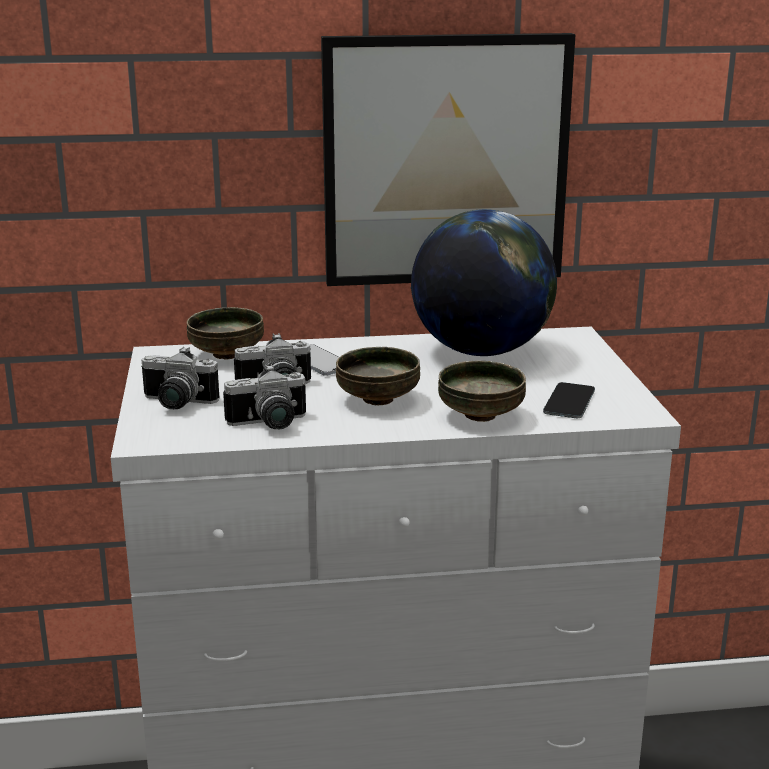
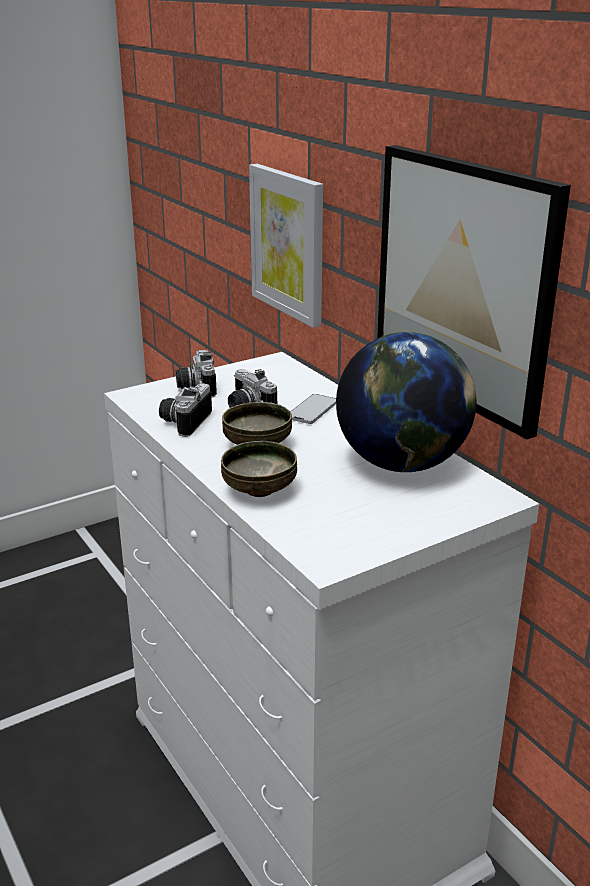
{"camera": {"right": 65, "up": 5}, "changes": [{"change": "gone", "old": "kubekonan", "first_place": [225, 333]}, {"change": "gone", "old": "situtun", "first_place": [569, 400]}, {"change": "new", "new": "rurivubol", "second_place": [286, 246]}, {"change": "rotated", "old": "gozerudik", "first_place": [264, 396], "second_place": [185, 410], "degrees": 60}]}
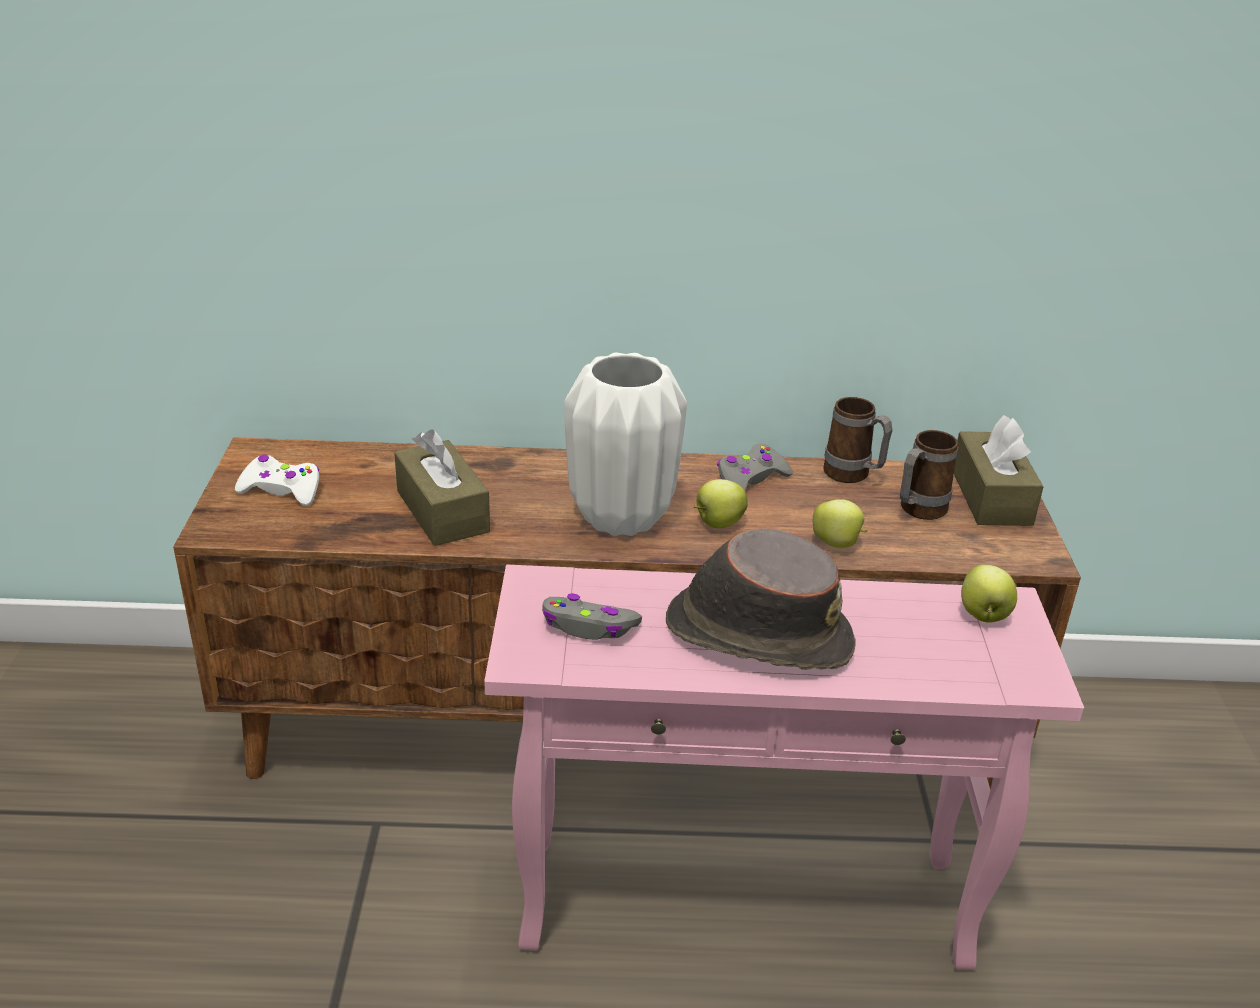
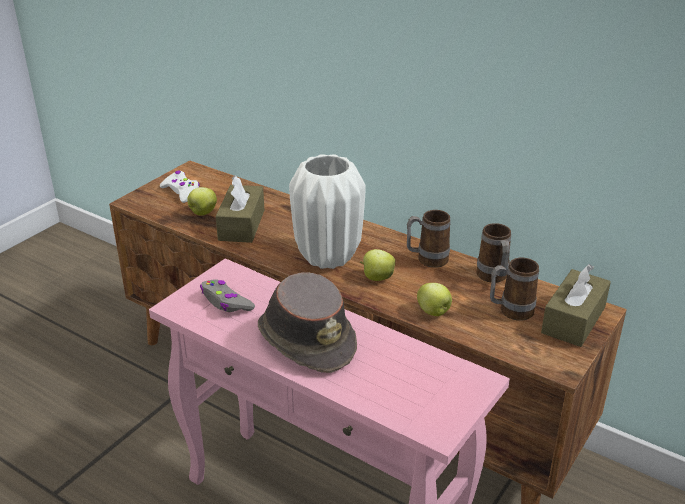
{"camera": {"right": 35, "up": 0}, "changes": [{"change": "shifted", "old": "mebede", "first_place": [989, 594], "second_place": [202, 201]}, {"change": "swapped", "old": "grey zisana", "new": "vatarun", "first_place": [755, 467], "second_place": [429, 239]}]}
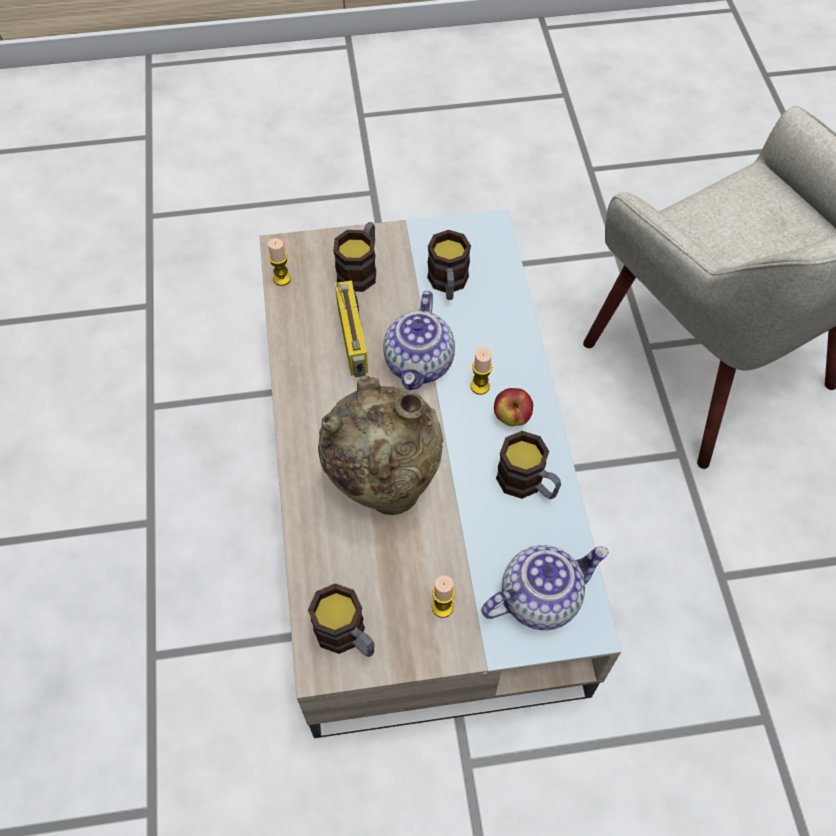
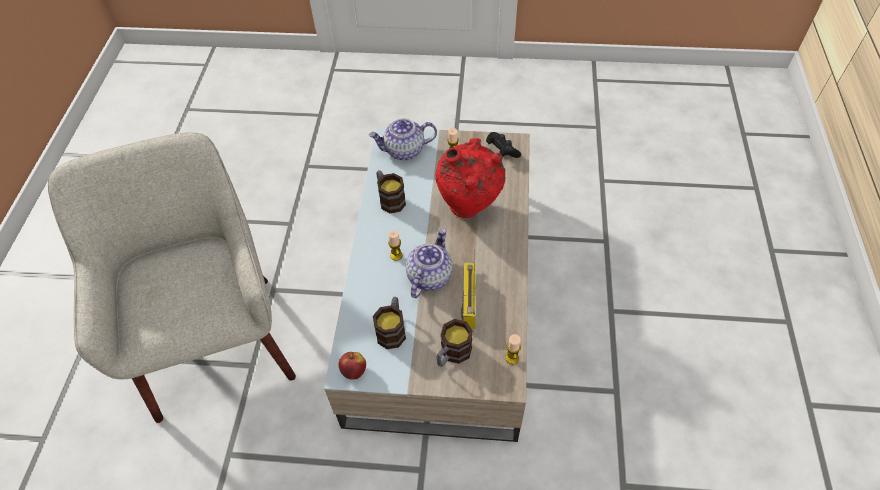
{"camera": {"right": -165, "up": -5}, "changes": [{"change": "shifted", "old": "mebede", "first_place": [513, 407], "second_place": [352, 366]}, {"change": "swapped", "old": "vatarun", "new": "black zisana", "first_place": [341, 620], "second_place": [503, 145]}, {"change": "repainted", "old": "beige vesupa", "new": "red vesupa", "first_place": [380, 445], "second_place": [470, 178]}]}
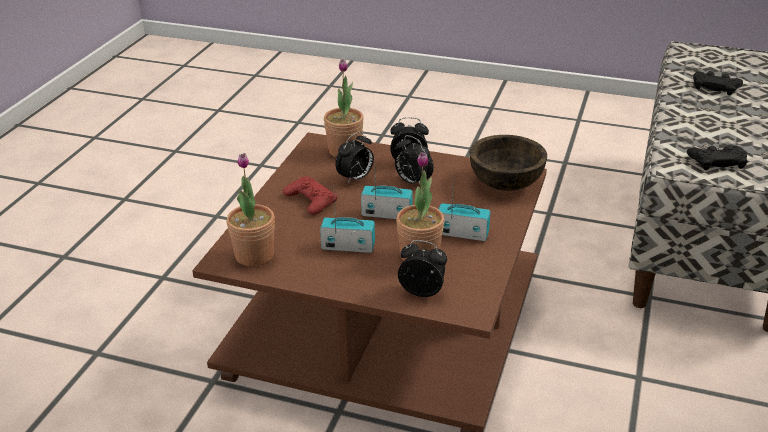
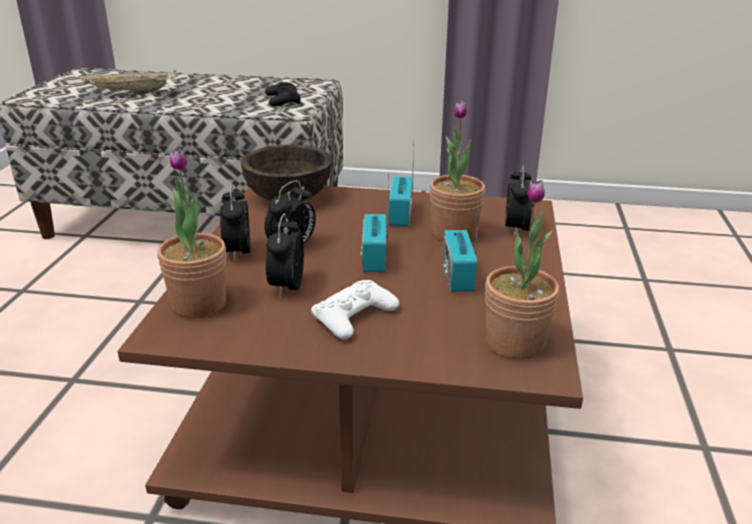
{"camera": {"right": -100, "up": -5}, "changes": [{"change": "swapped", "old": "black zisana", "new": "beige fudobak", "first_place": [718, 83], "second_place": [129, 82]}, {"change": "repainted", "old": "red zisana", "new": "white zisana", "first_place": [310, 195], "second_place": [355, 309]}, {"change": "rotated", "old": "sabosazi", "first_place": [354, 158], "second_place": [285, 255], "degrees": -120}]}
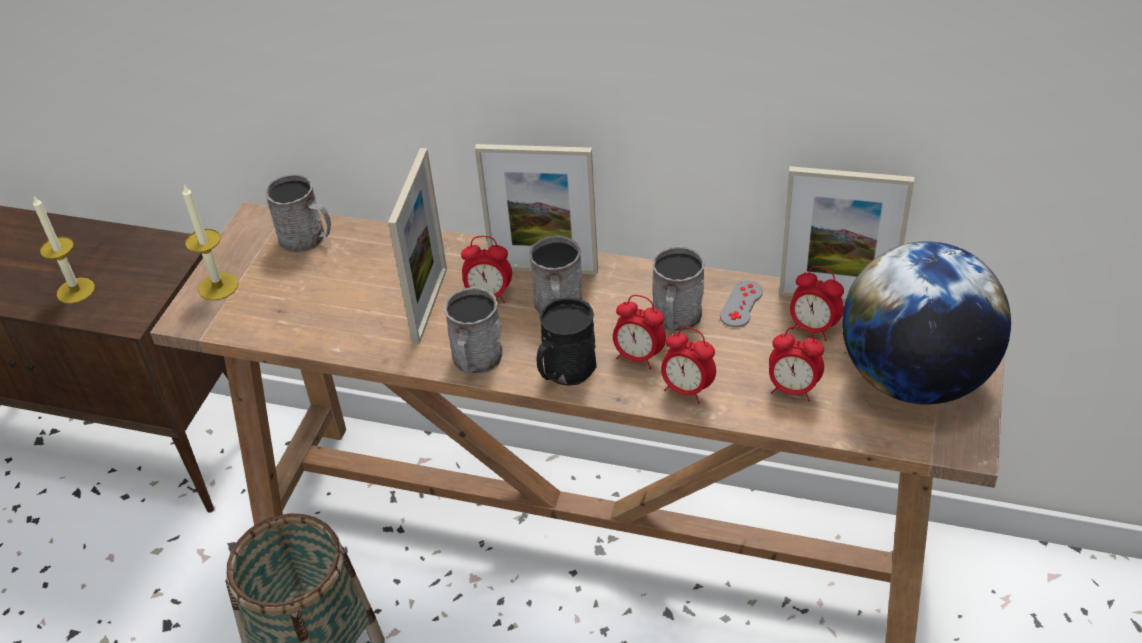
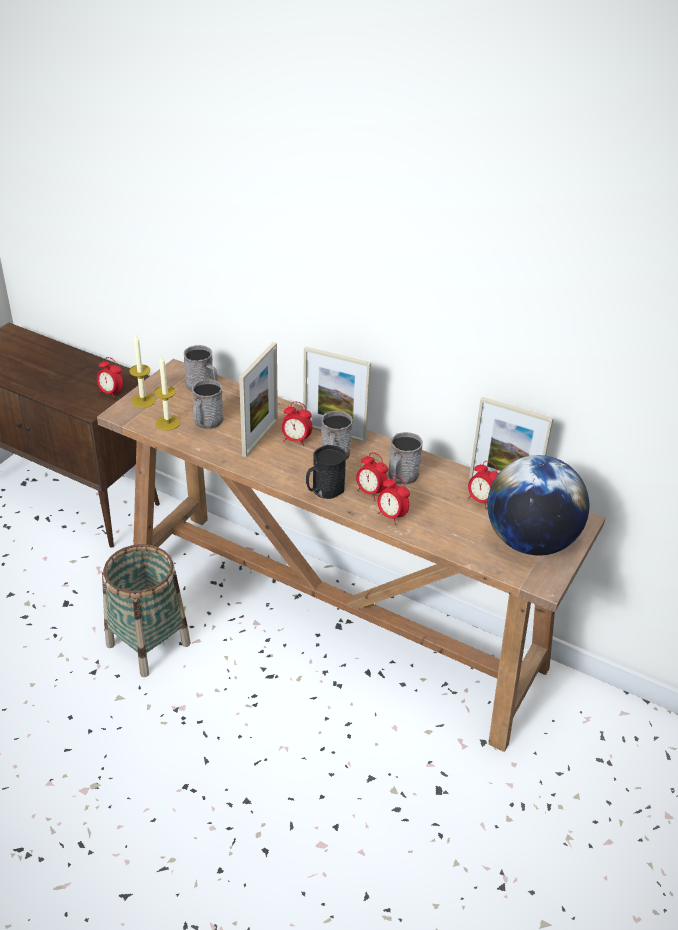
{"camera": {"right": 10, "up": -5}, "changes": [{"change": "gone", "old": "grey zisana", "first_place": [741, 304]}, {"change": "shifted", "old": "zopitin", "first_place": [64, 249], "second_place": [167, 393]}, {"change": "shifted", "old": "grey vatarun", "first_place": [473, 330], "second_place": [208, 405]}, {"change": "shifted", "old": "sabosazi", "first_place": [796, 363], "second_place": [110, 378]}]}
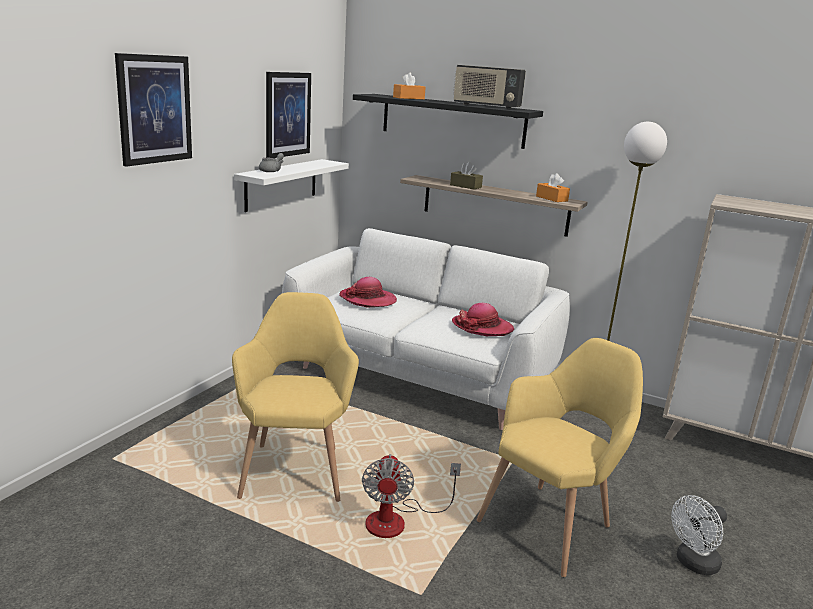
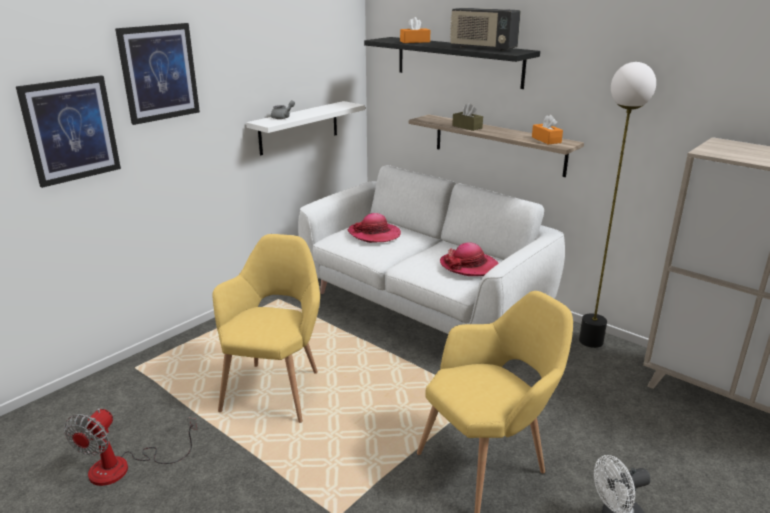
{"camera": {"right": 15, "up": 5}, "changes": [{"change": "shifted", "old": "rurivubol", "first_place": [288, 115], "second_place": [68, 131]}, {"change": "shifted", "old": "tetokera", "first_place": [411, 496], "second_place": [130, 447]}]}
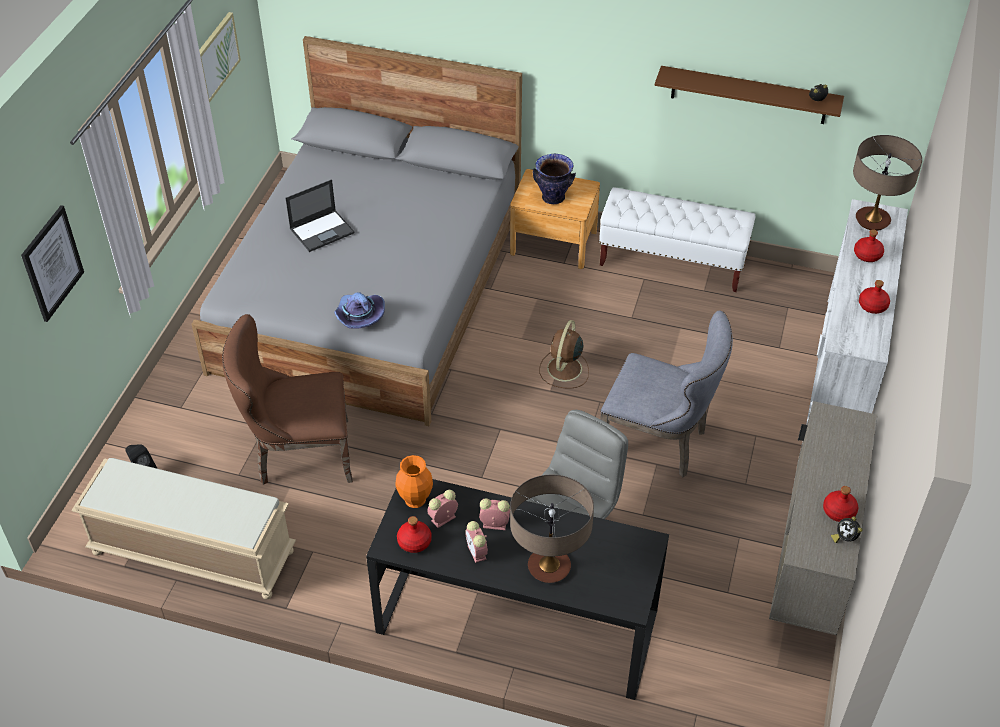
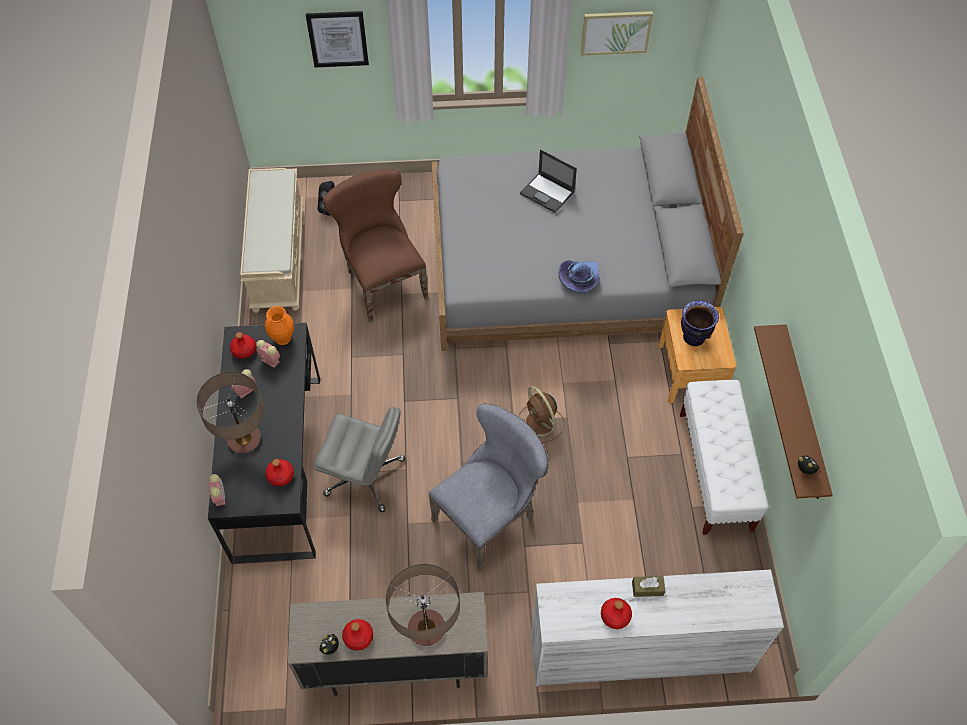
{"camera": {"right": 70, "up": 10}, "changes": [{"change": "new", "new": "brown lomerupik", "second_place": [648, 586]}, {"change": "shifted", "old": "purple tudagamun", "first_place": [359, 310], "second_place": [579, 276]}, {"change": "shifted", "old": "sabosazi", "first_place": [494, 514], "second_place": [216, 490]}, {"change": "shifted", "old": "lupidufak", "first_place": [887, 183], "second_place": [423, 605]}, {"change": "shifted", "old": "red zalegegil", "first_place": [869, 245], "second_place": [279, 472]}, {"change": "rotated", "old": "brown tetokera", "first_place": [564, 354], "second_place": [542, 414], "degrees": -120}, {"change": "rotated", "old": "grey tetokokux", "first_place": [666, 394], "second_place": [488, 487], "degrees": -135}]}
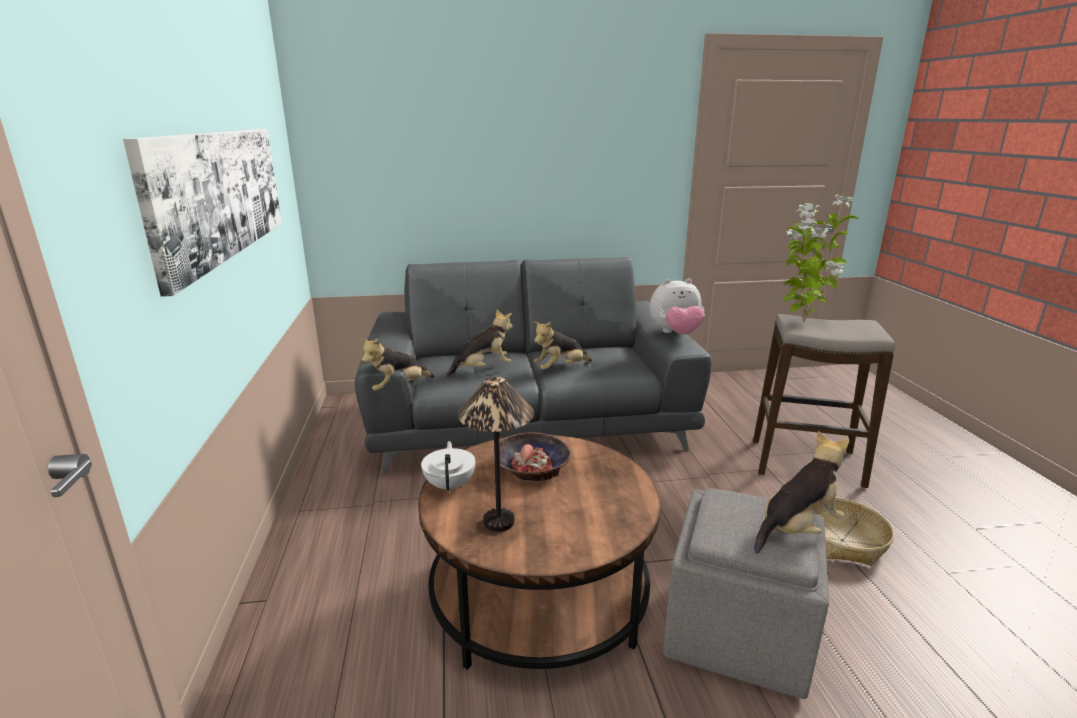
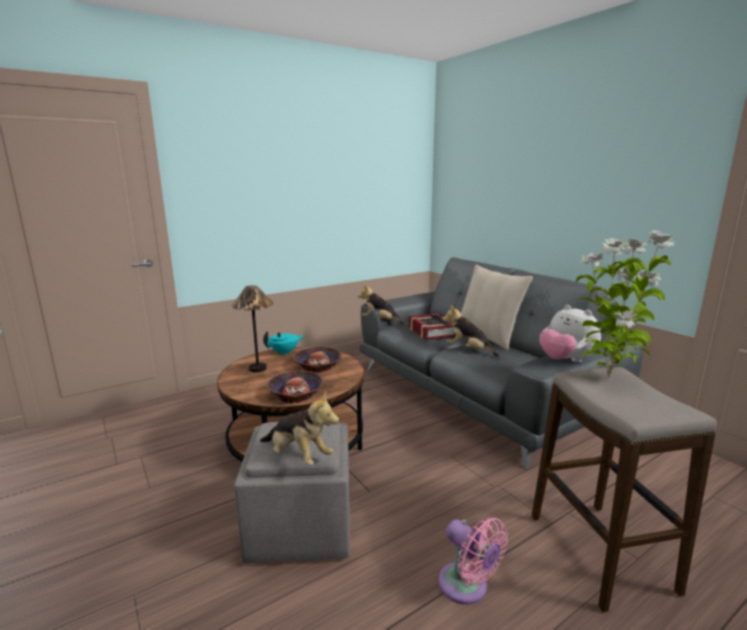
{"camera": {"right": 65, "up": -5}, "changes": [{"change": "gone", "old": "rurivubol", "first_place": [202, 213]}, {"change": "new", "new": "kubekonan", "second_place": [295, 387]}, {"change": "new", "new": "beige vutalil", "second_place": [497, 307]}, {"change": "swapped", "old": "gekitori", "new": "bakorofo", "first_place": [479, 343], "second_place": [432, 326]}, {"change": "swapped", "old": "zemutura", "new": "pink tetokera", "first_place": [852, 531], "second_place": [473, 561]}, {"change": "repainted", "old": "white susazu", "new": "turquoise susazu", "first_place": [448, 467], "second_place": [284, 343]}]}
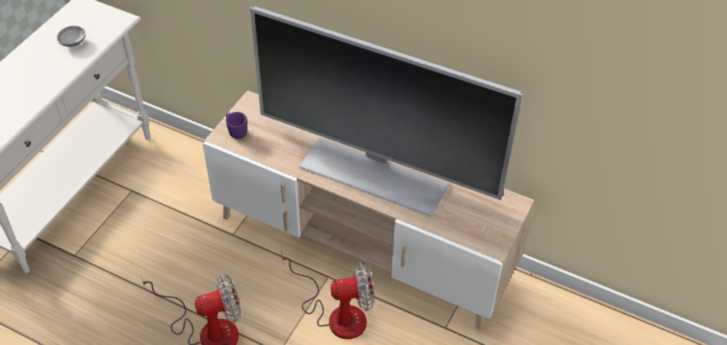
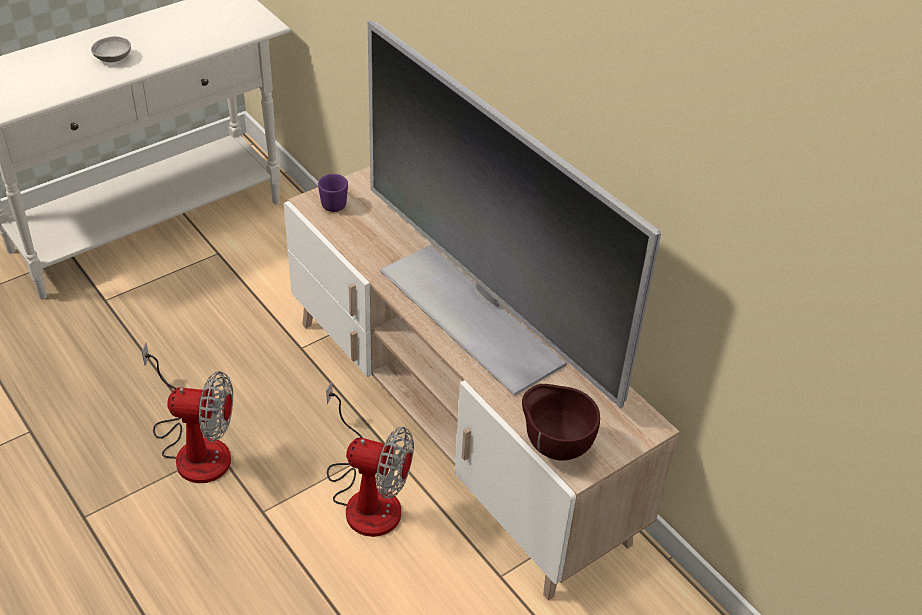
{"camera": {"right": 25, "up": -5}, "changes": [{"change": "new", "new": "brown kubekonan", "second_place": [561, 422]}, {"change": "shifted", "old": "grey kubekonan", "first_place": [71, 36], "second_place": [111, 49]}]}
